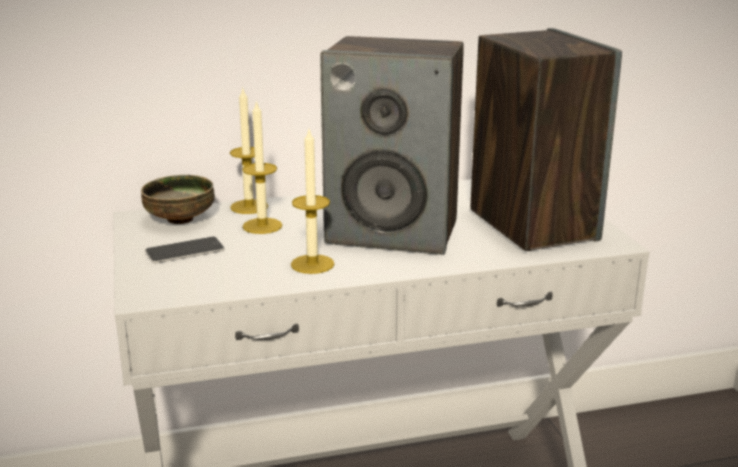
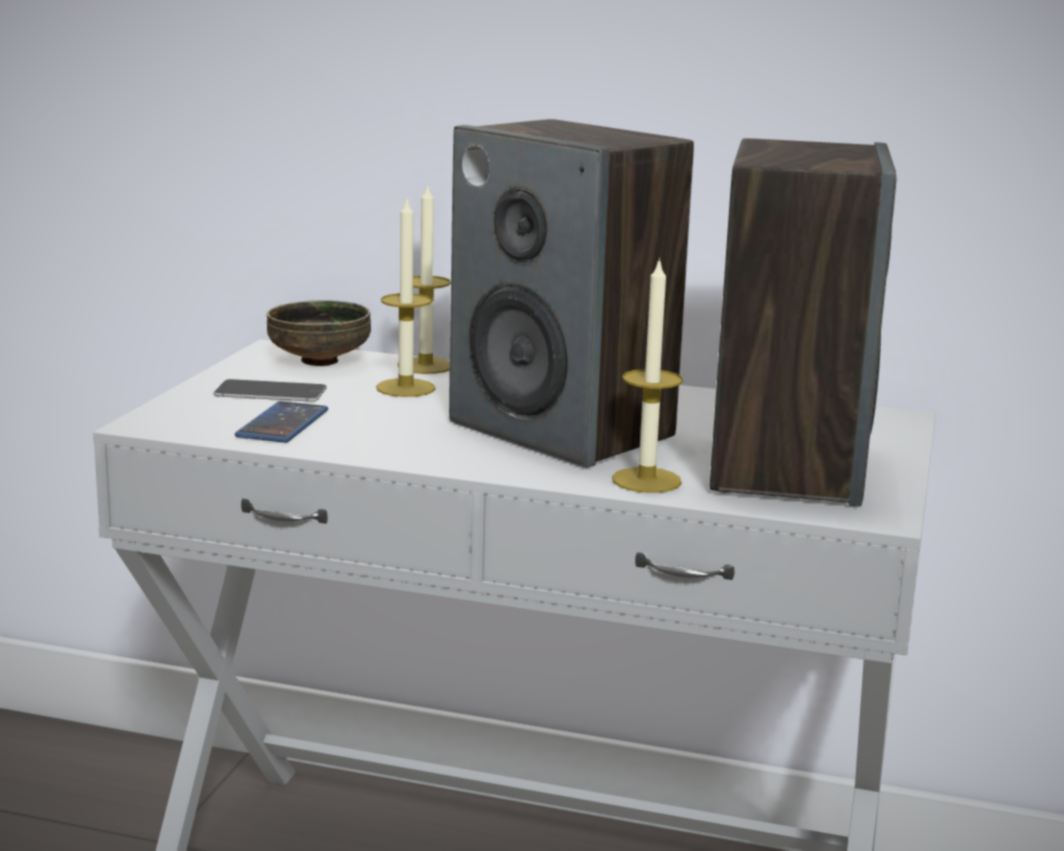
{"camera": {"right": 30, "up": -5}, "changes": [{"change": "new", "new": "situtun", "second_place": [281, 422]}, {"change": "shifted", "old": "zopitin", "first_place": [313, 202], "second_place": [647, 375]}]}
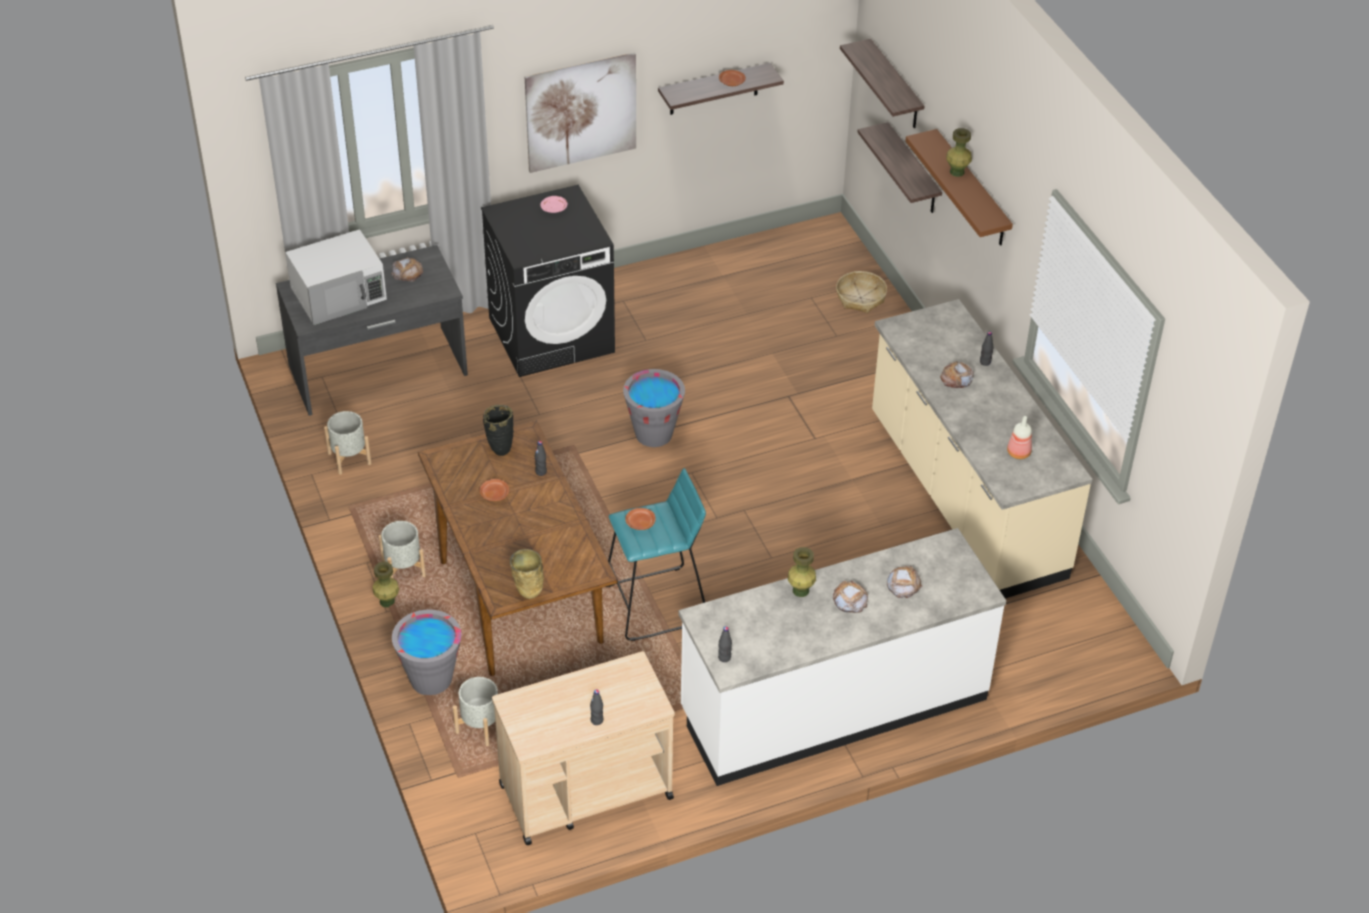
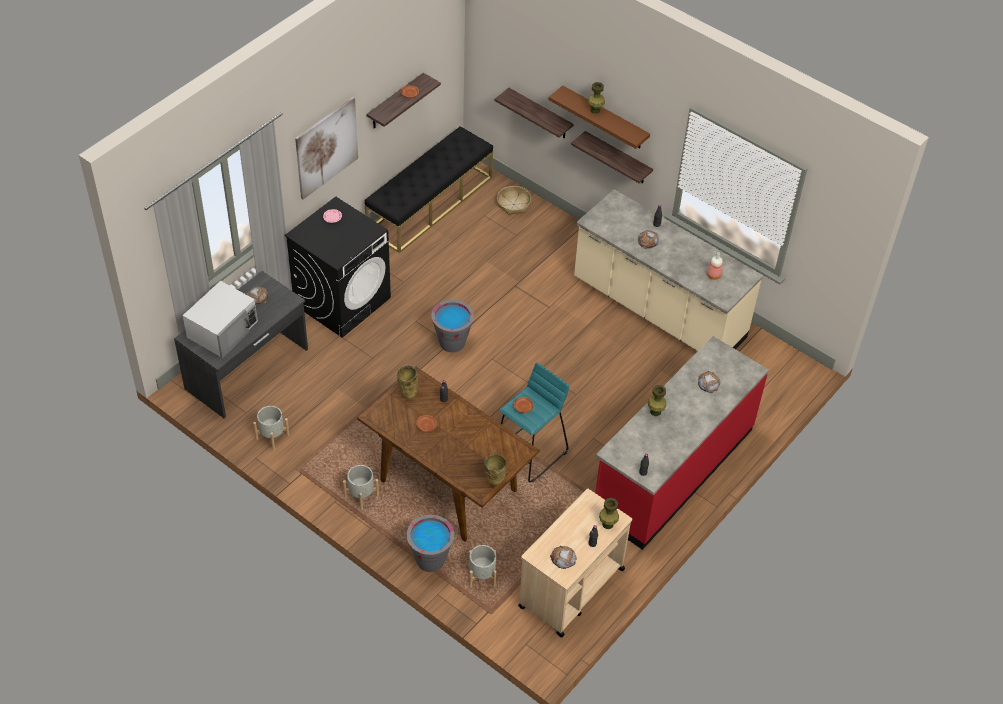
{"camera": {"right": -30, "up": 5}, "changes": [{"change": "new", "new": "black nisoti", "second_place": [429, 189]}, {"change": "shifted", "old": "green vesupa", "first_place": [386, 585], "second_place": [609, 513]}, {"change": "shifted", "old": "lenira", "first_place": [850, 597], "second_place": [563, 557]}, {"change": "shifted", "old": "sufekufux", "first_place": [882, 83], "second_place": [612, 157]}, {"change": "repainted", "old": "black vesupa", "new": "beige vesupa", "first_place": [498, 430], "second_place": [407, 382]}, {"change": "repainted", "old": "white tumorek", "new": "red tumorek", "first_place": [842, 657], "second_place": [682, 443]}]}
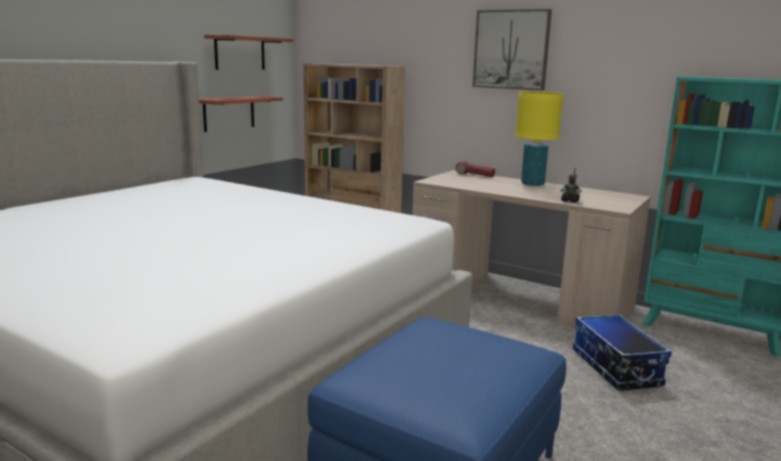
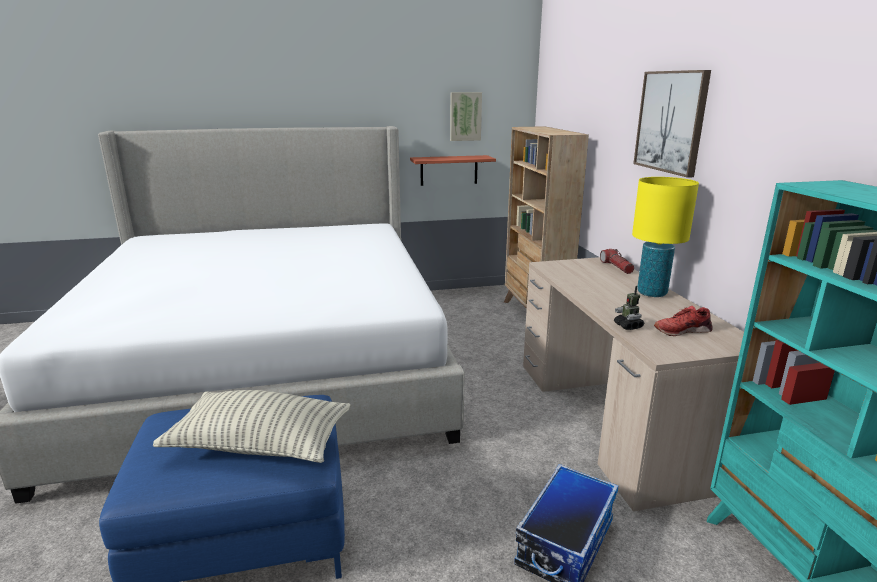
{"camera": {"right": 45, "up": 5}, "changes": [{"change": "new", "new": "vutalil", "second_place": [251, 426]}, {"change": "new", "new": "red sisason", "second_place": [683, 321]}, {"change": "swapped", "old": "sufekufux", "new": "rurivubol", "first_place": [249, 52], "second_place": [466, 116]}]}
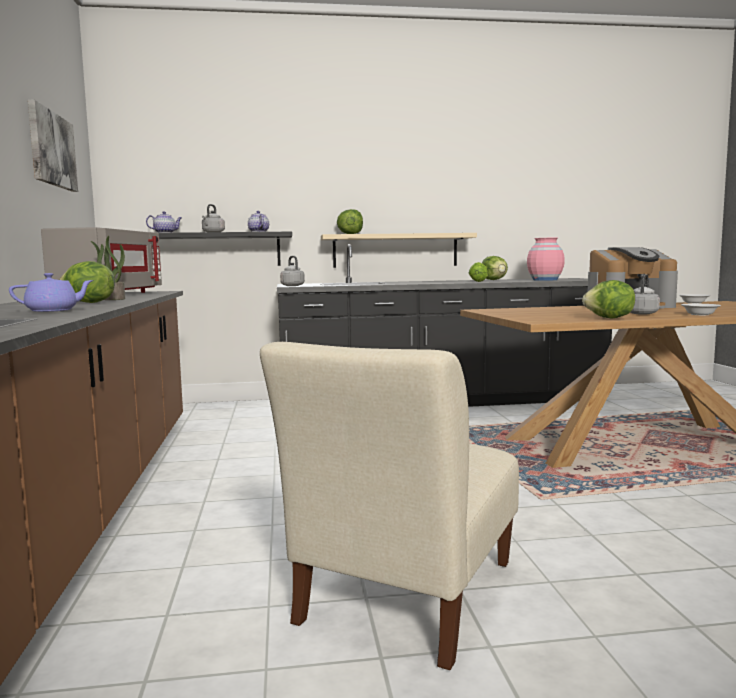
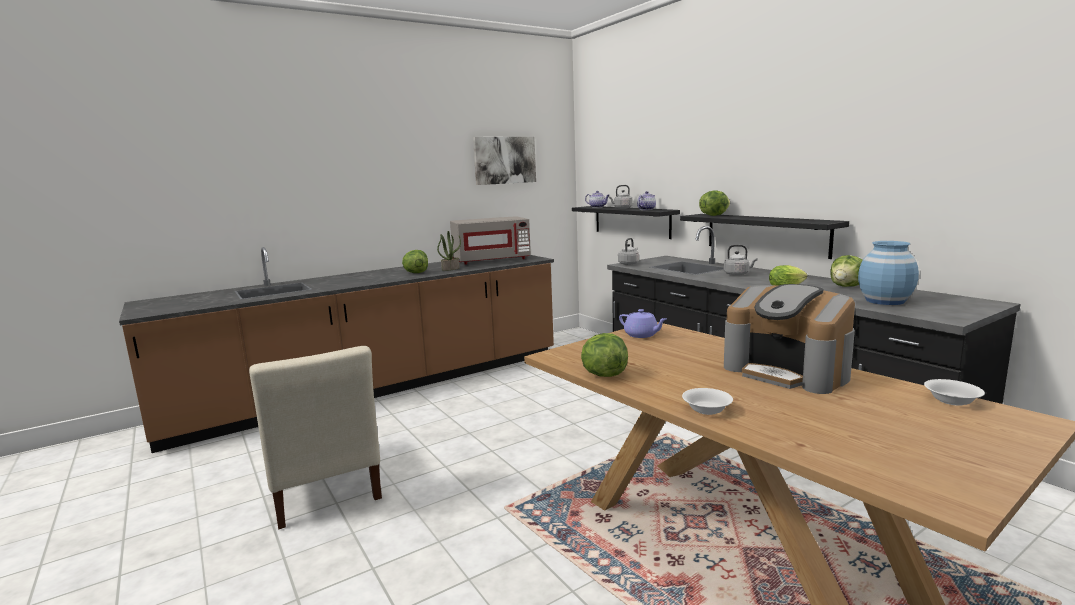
{"camera": {"right": 65, "up": 5}, "changes": [{"change": "shifted", "old": "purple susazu", "first_place": [51, 292], "second_place": [642, 323]}, {"change": "shifted", "old": "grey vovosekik", "first_place": [645, 294], "second_place": [741, 260]}, {"change": "repainted", "old": "beige sufekufux", "new": "black sufekufux", "first_place": [399, 250], "second_place": [764, 236]}, {"change": "repainted", "old": "pink vesupa", "new": "blue vesupa", "first_place": [546, 259], "second_place": [888, 273]}, {"change": "rotated", "old": "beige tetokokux", "first_place": [389, 506], "second_place": [315, 437], "degrees": -120}]}
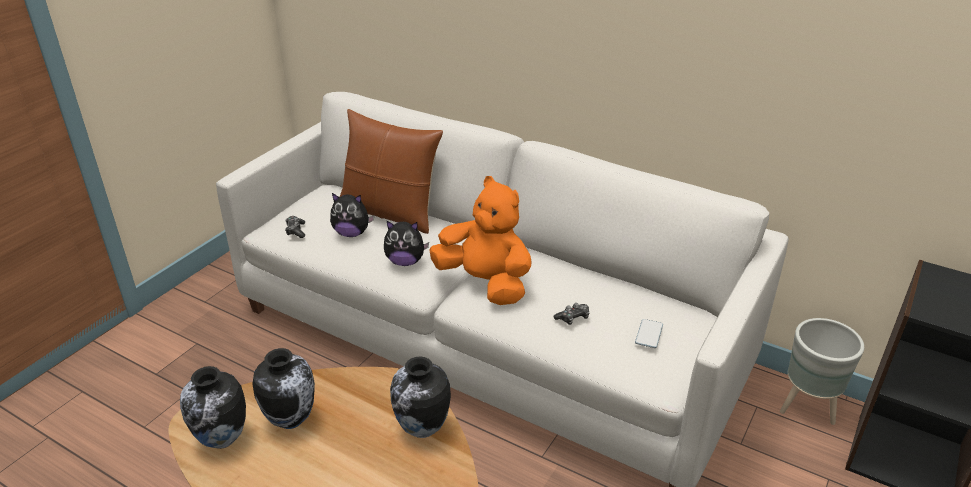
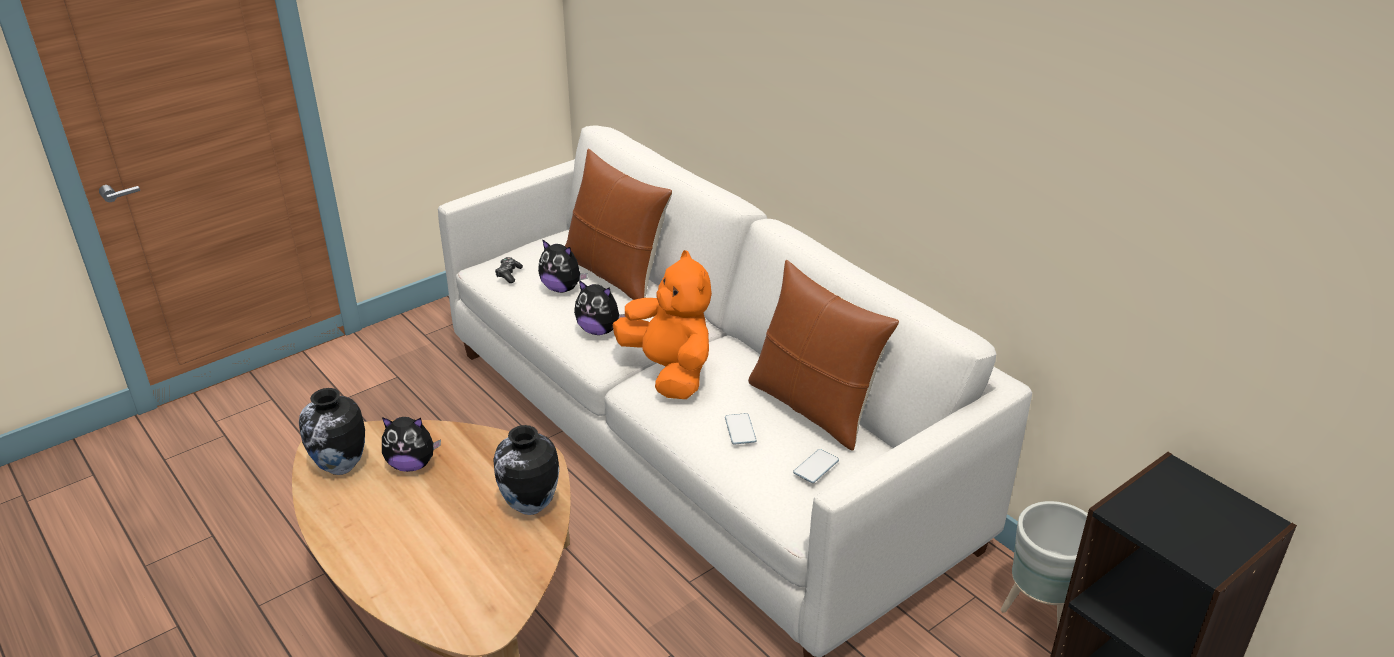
{"camera": {"right": 20, "up": 0}, "changes": [{"change": "new", "new": "brown vutalil", "second_place": [823, 355]}, {"change": "swapped", "old": "vesupa", "new": "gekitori", "first_place": [283, 388], "second_place": [411, 444]}, {"change": "swapped", "old": "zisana", "new": "situtun", "first_place": [572, 314], "second_place": [741, 429]}]}
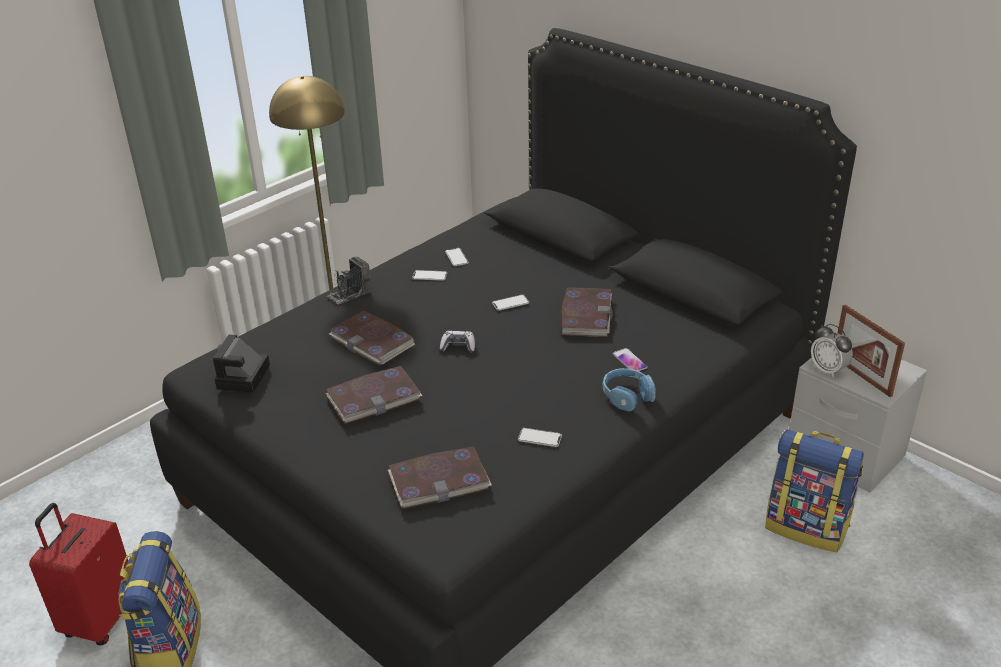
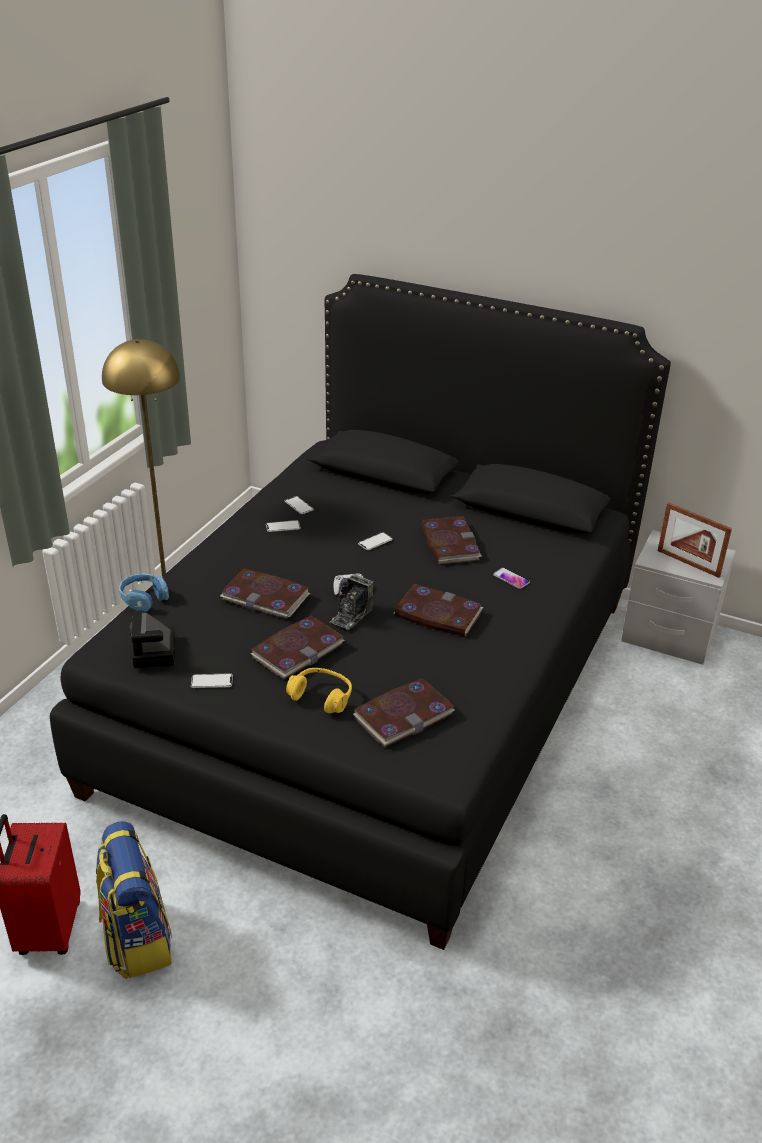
{"camera": {"right": -20, "up": 0}, "changes": [{"change": "gone", "old": "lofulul", "first_place": [814, 490]}, {"change": "gone", "old": "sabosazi", "first_place": [832, 351]}, {"change": "new", "new": "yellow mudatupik", "second_place": [319, 690]}, {"change": "new", "new": "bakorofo", "second_place": [438, 610]}, {"change": "shifted", "old": "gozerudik", "first_place": [349, 281], "second_place": [351, 602]}, {"change": "shifted", "old": "situtun", "first_place": [540, 437], "second_place": [212, 680]}, {"change": "shifted", "old": "blue mudatupik", "first_place": [629, 389], "second_place": [144, 592]}]}
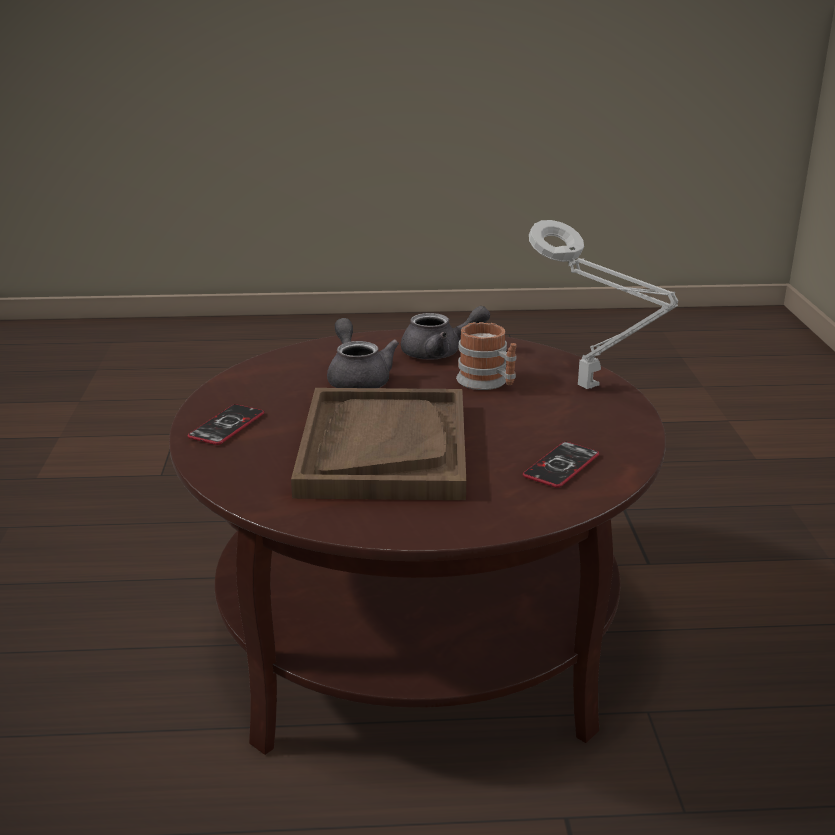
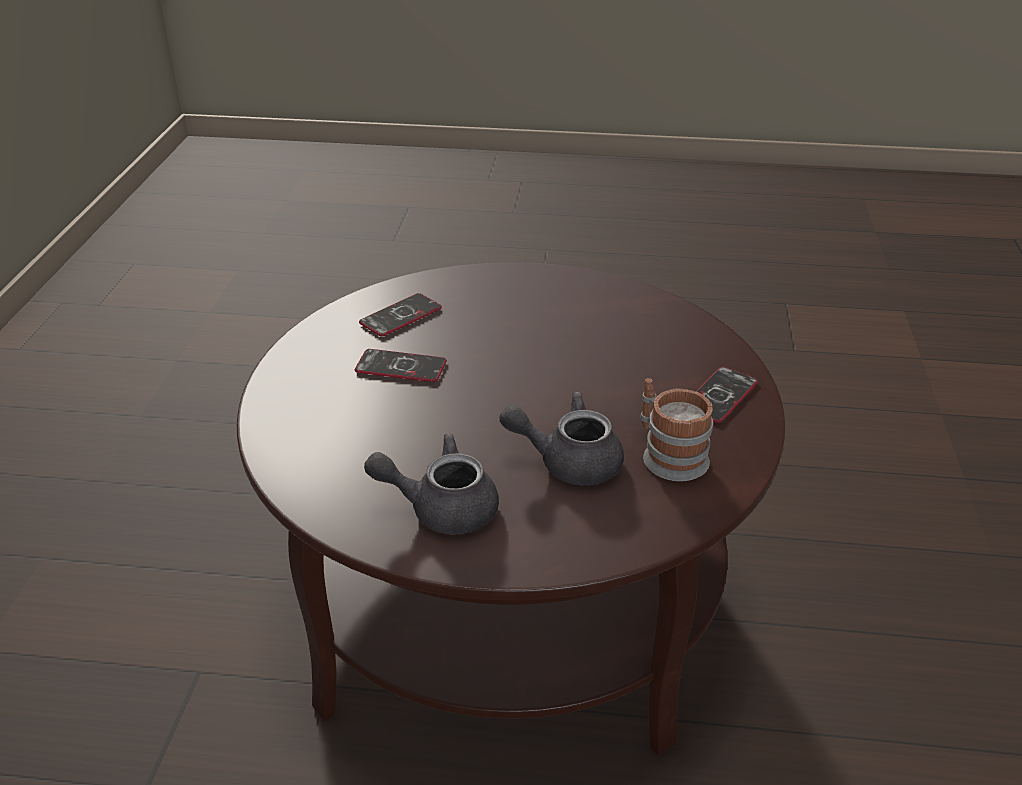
{"camera": {"right": -170, "up": 10}, "changes": [{"change": "gone", "old": "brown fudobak", "first_place": [378, 444]}, {"change": "gone", "old": "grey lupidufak", "first_place": [603, 304]}, {"change": "new", "new": "situtun", "second_place": [401, 365]}, {"change": "shifted", "old": "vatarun", "first_place": [486, 356], "second_place": [676, 430]}, {"change": "rotated", "old": "grey susazu", "first_place": [363, 353], "second_place": [562, 438], "degrees": 105}]}
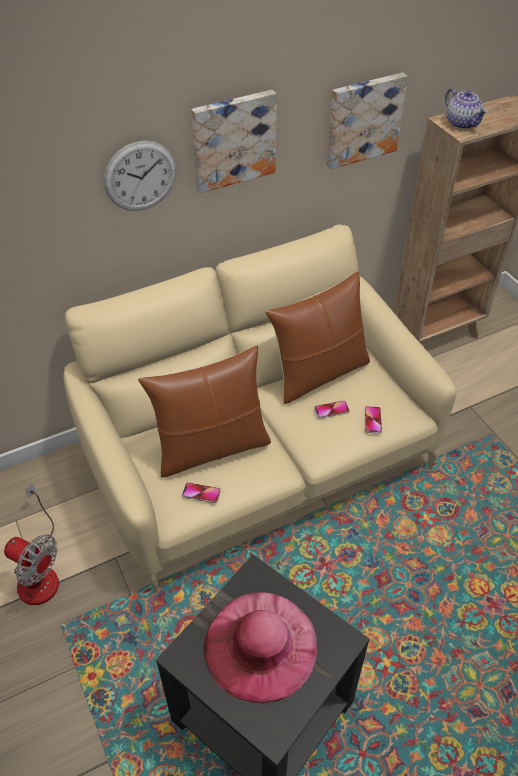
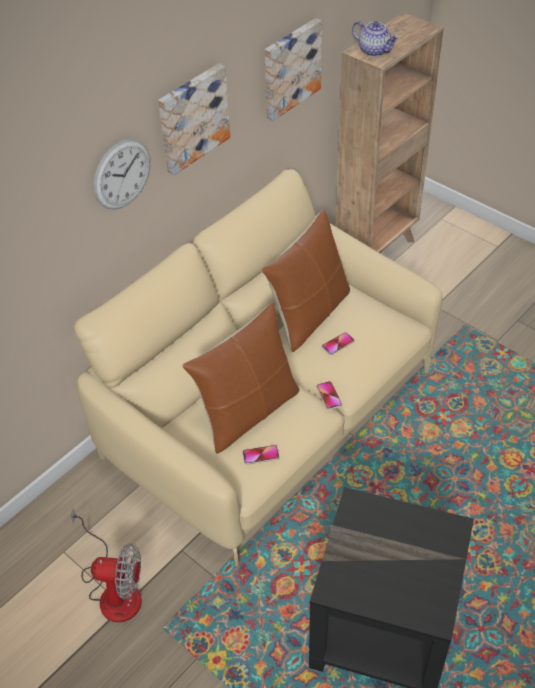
{"camera": {"right": -20, "up": 0}, "changes": [{"change": "gone", "old": "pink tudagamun", "first_place": [260, 647]}, {"change": "shifted", "old": "situtun", "first_place": [373, 420], "second_place": [329, 395]}]}
